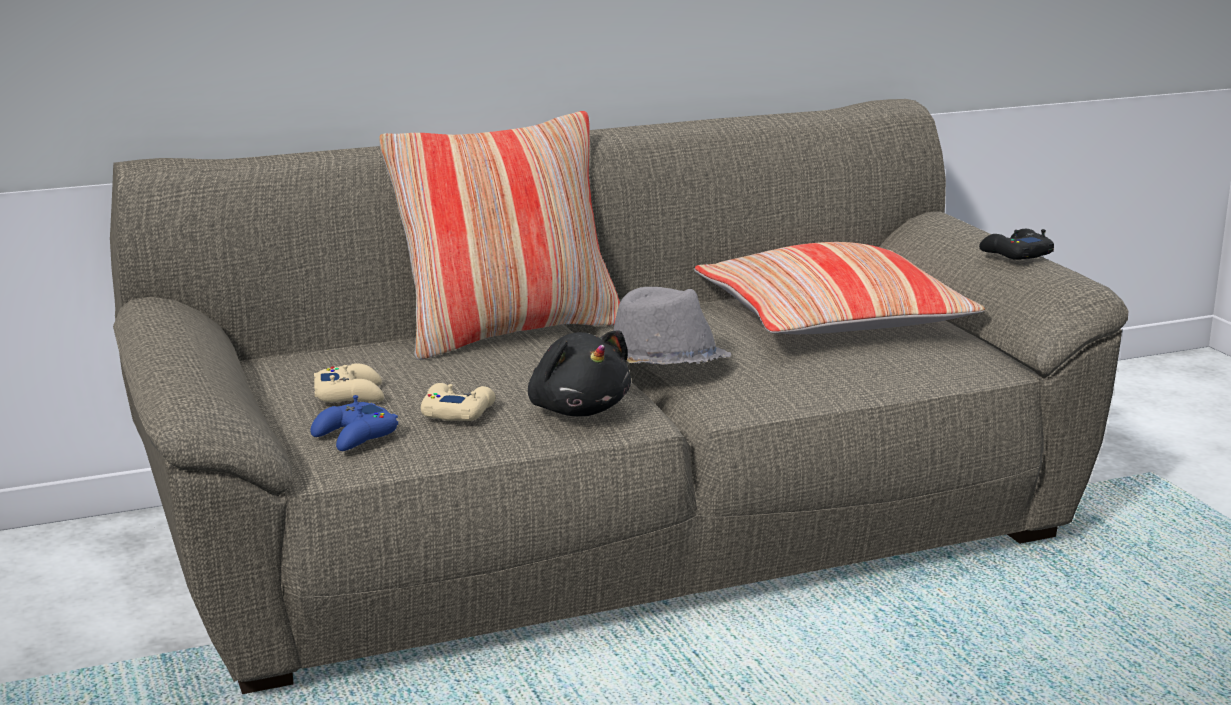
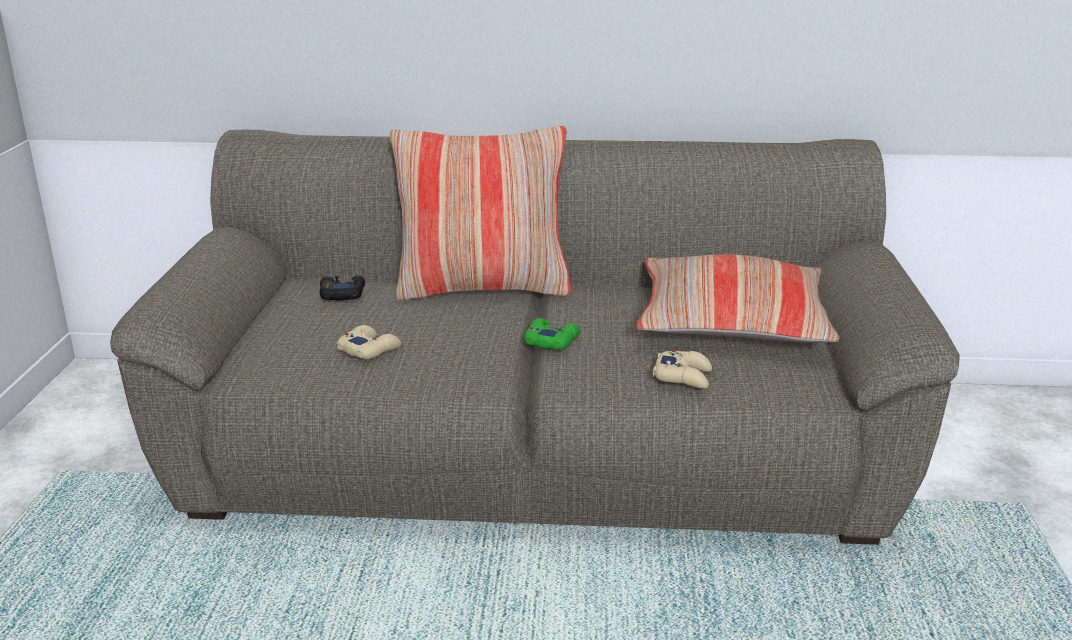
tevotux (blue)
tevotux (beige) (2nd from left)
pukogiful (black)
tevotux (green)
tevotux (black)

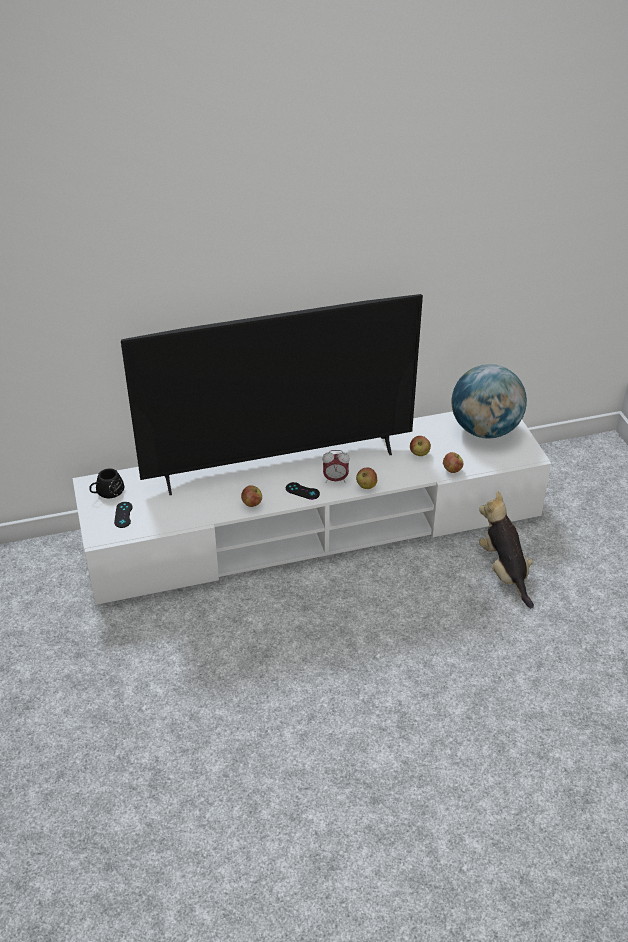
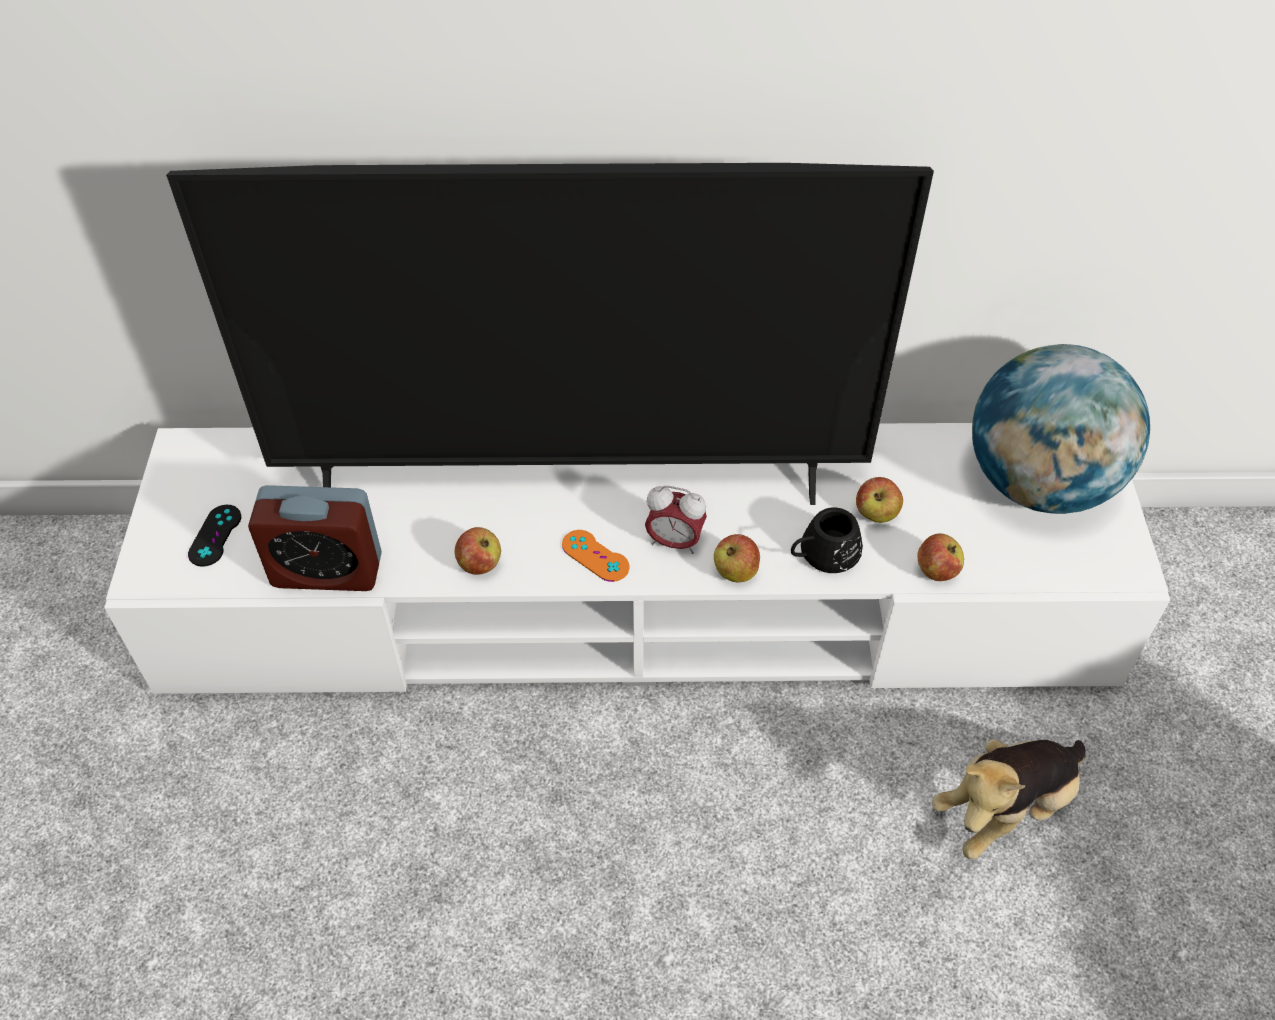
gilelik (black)
tevotux (orange)
pukogiful
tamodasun (1st from left)

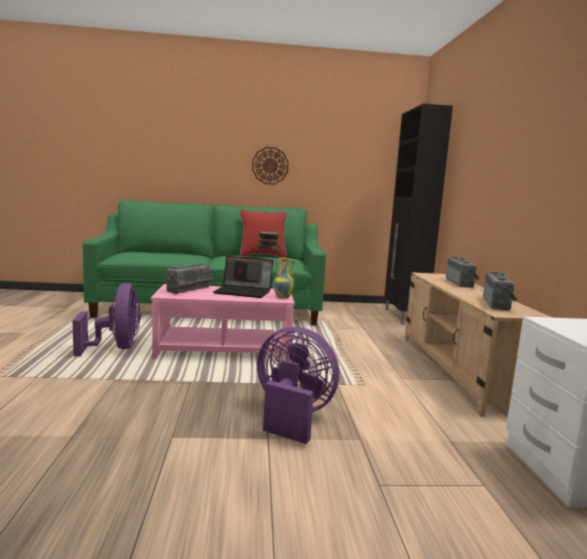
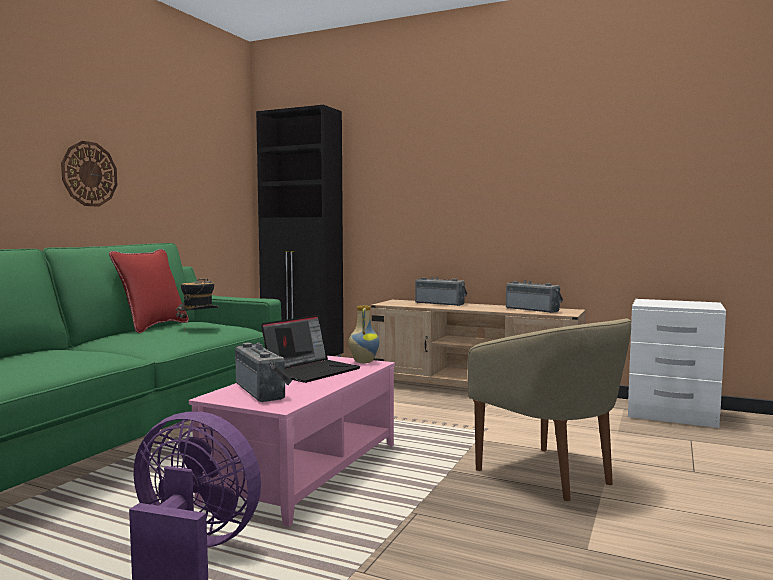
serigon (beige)

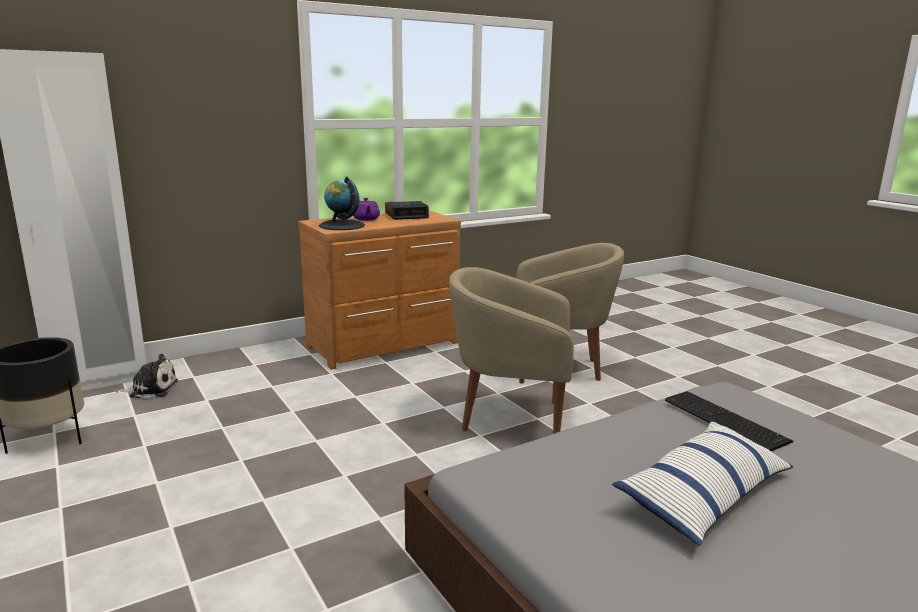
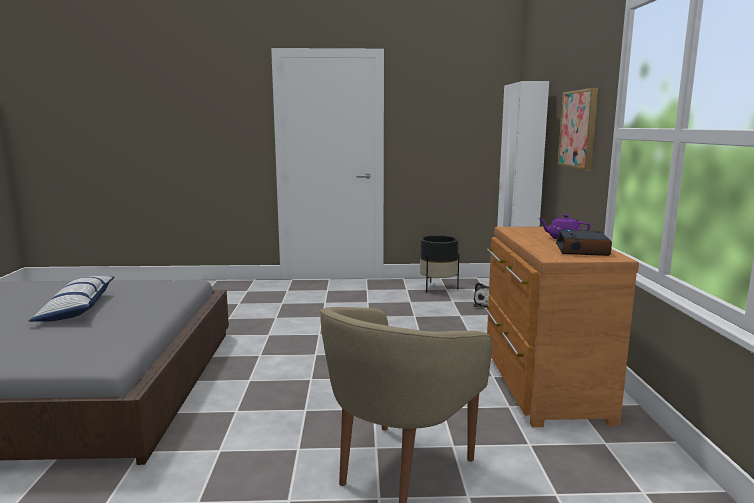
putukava
serigon (beige) (1st from left in the first image)
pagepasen
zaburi

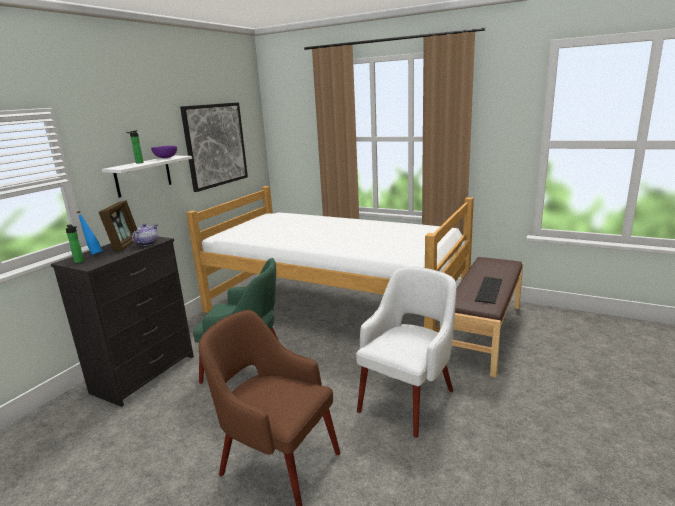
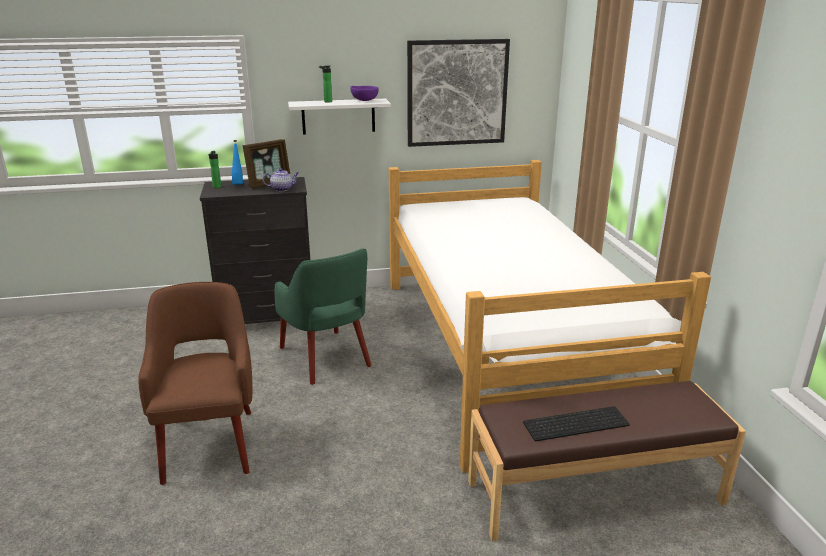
serigon (white)

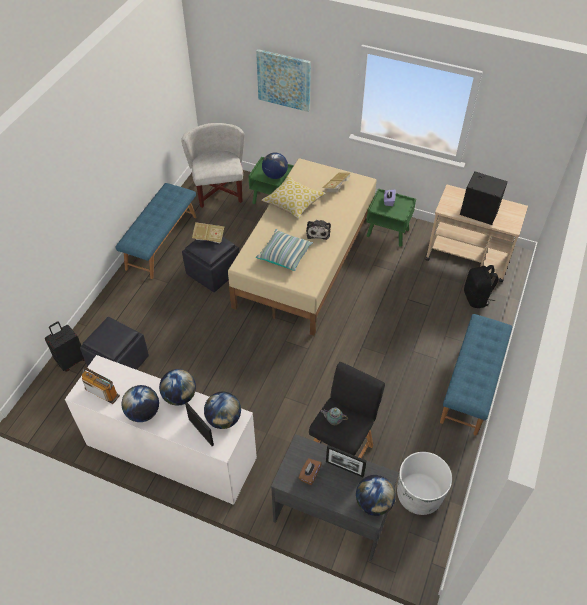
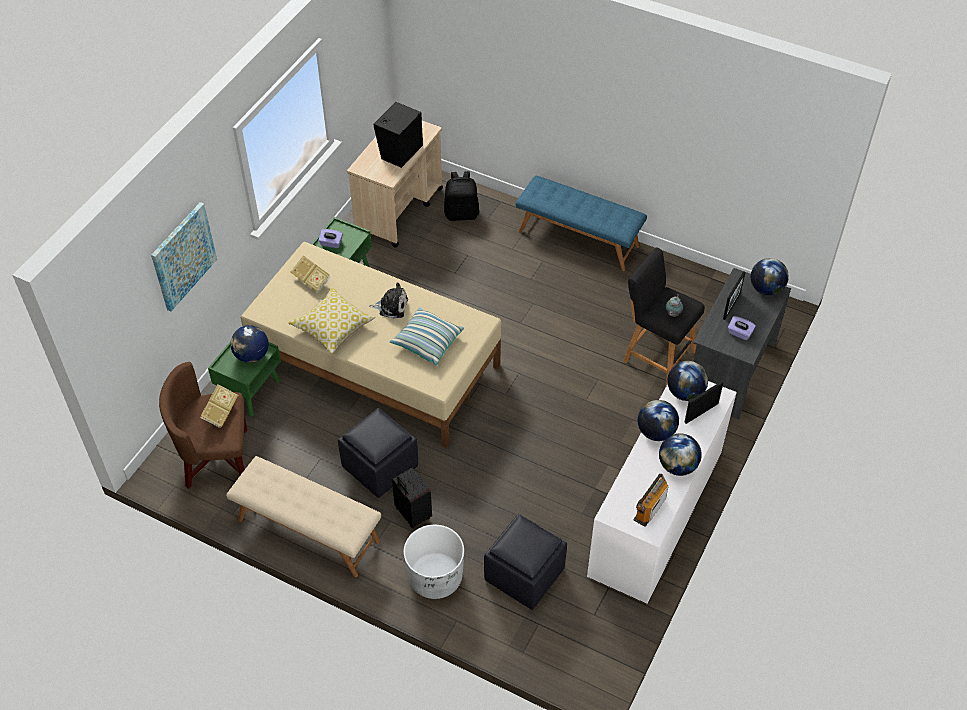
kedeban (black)
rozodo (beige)
serigon (brown)
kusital (1st from left)
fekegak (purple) (2nd from left)
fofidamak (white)

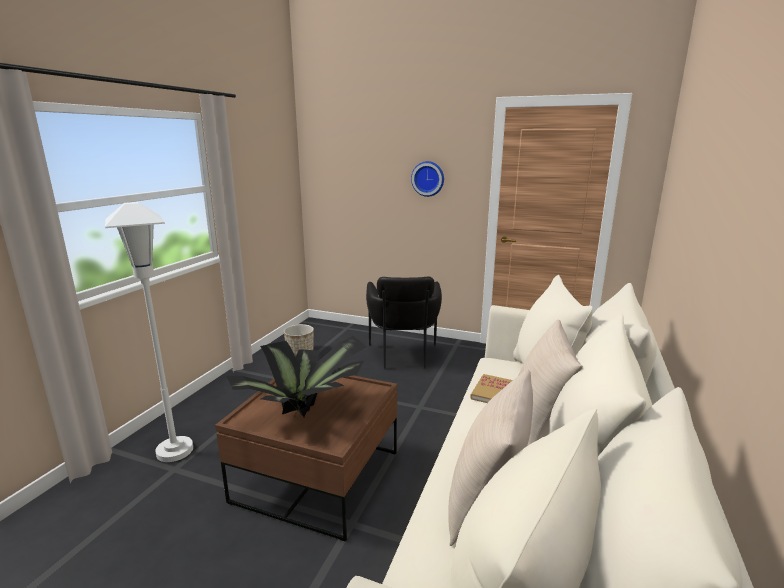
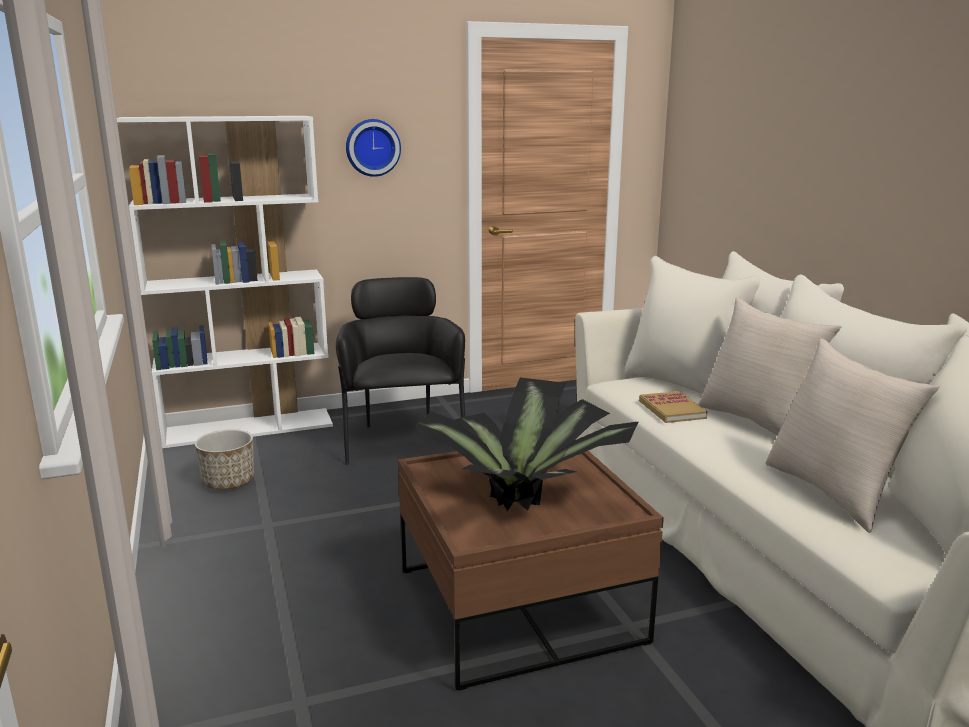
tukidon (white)
serigon (black)
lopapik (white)

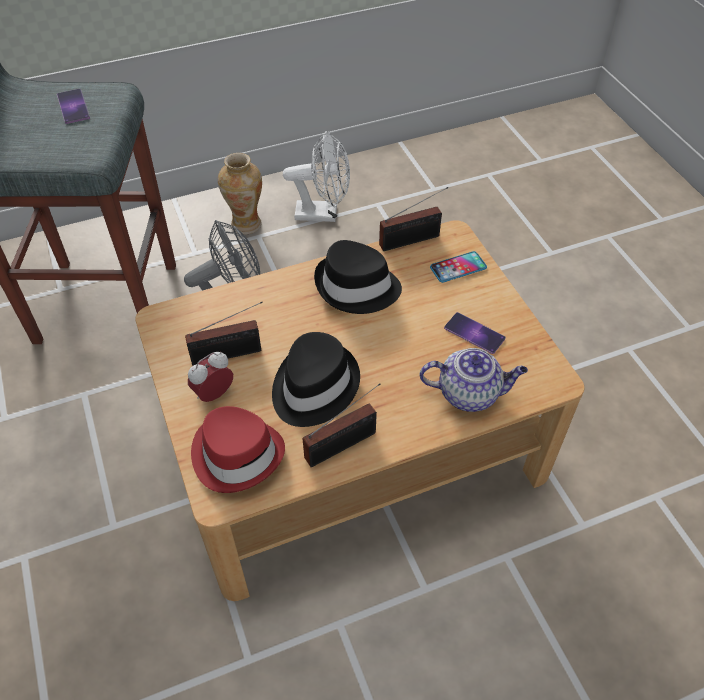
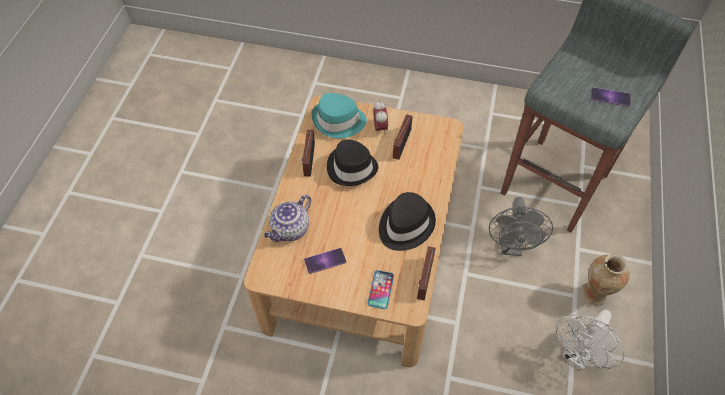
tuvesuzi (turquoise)

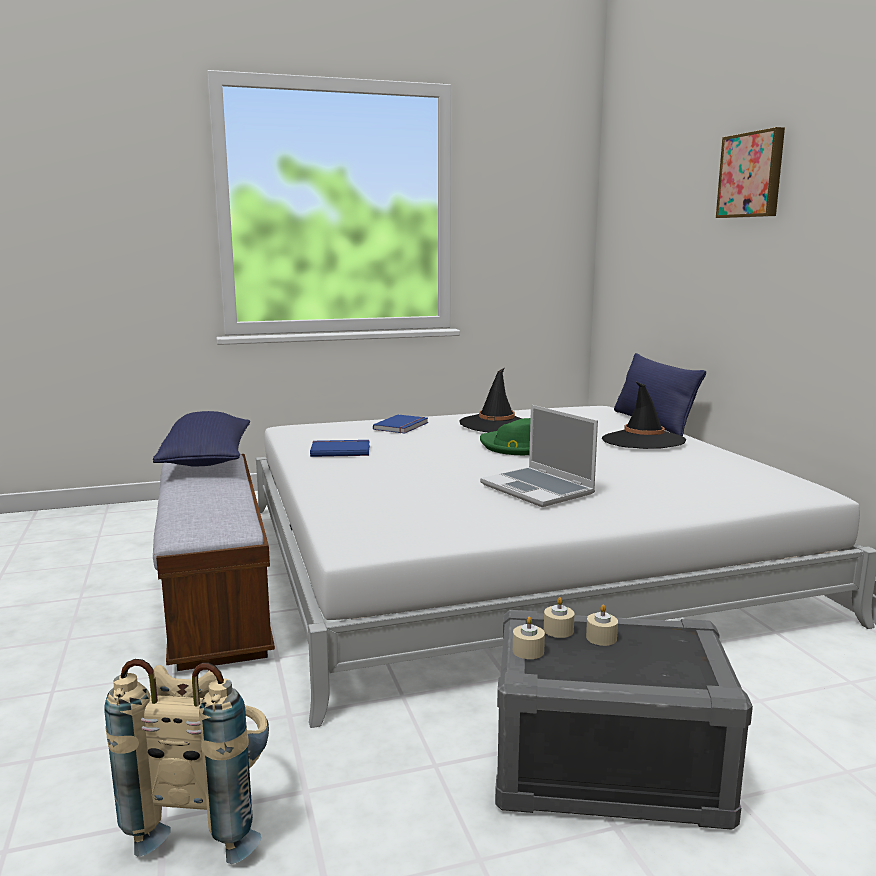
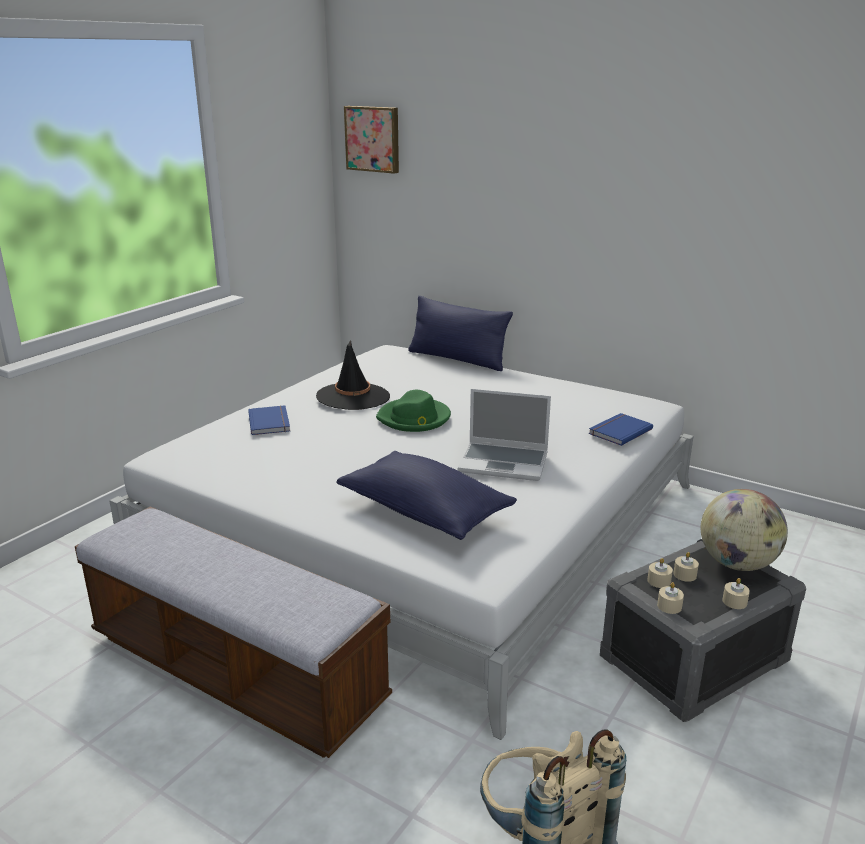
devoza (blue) (1st from left)
kusital (blue) (2nd from left)
tuvesuzi (black) (2nd from left in the first image)
zaburi
putukava
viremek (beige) (4th from left)

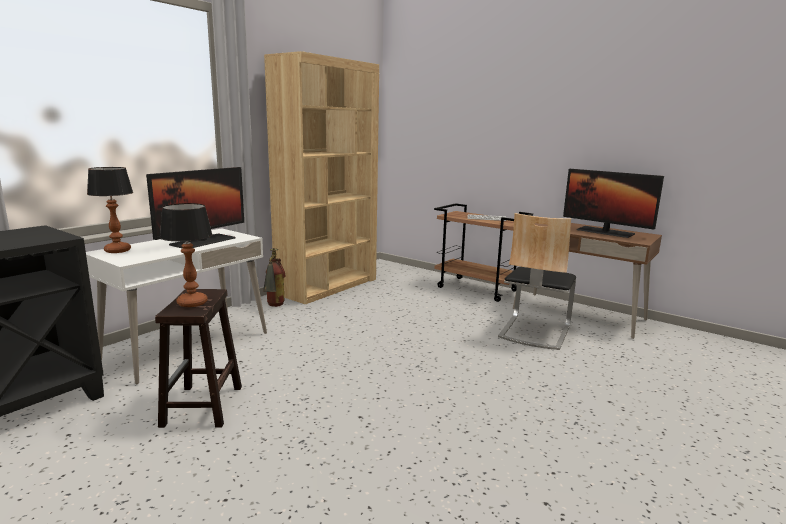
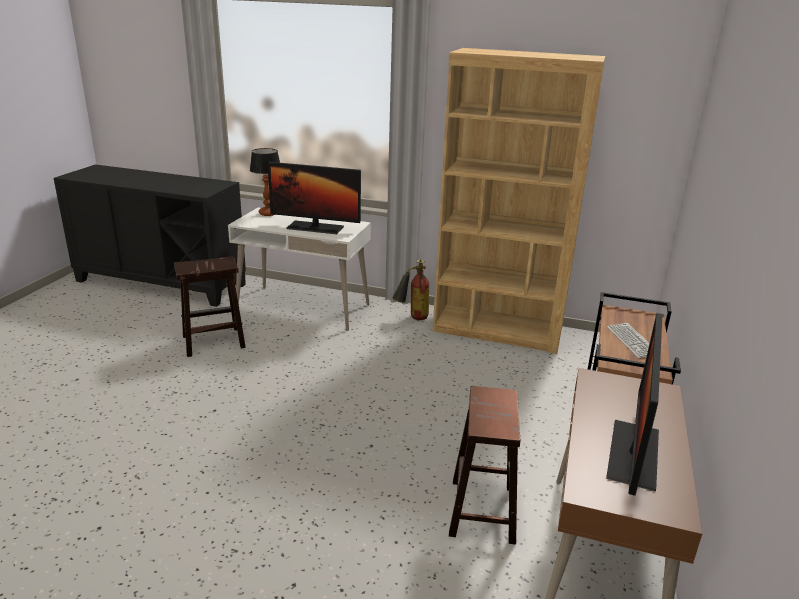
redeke (2nd from left in the first image)
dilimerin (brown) (2nd from left)

